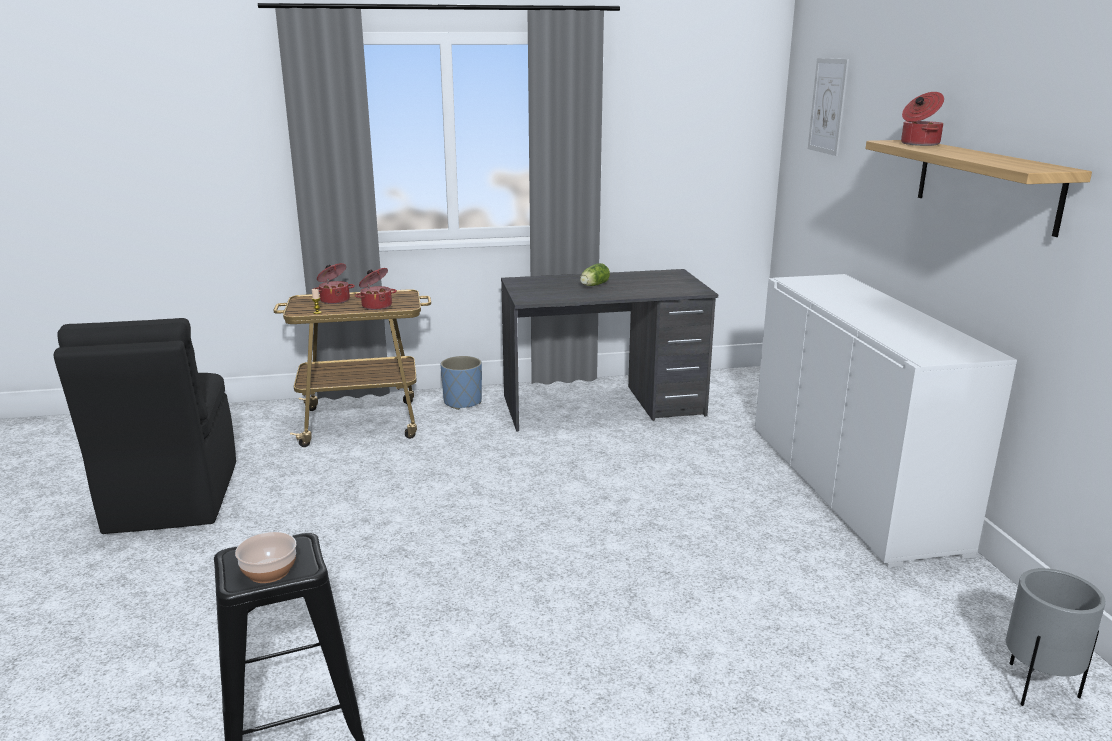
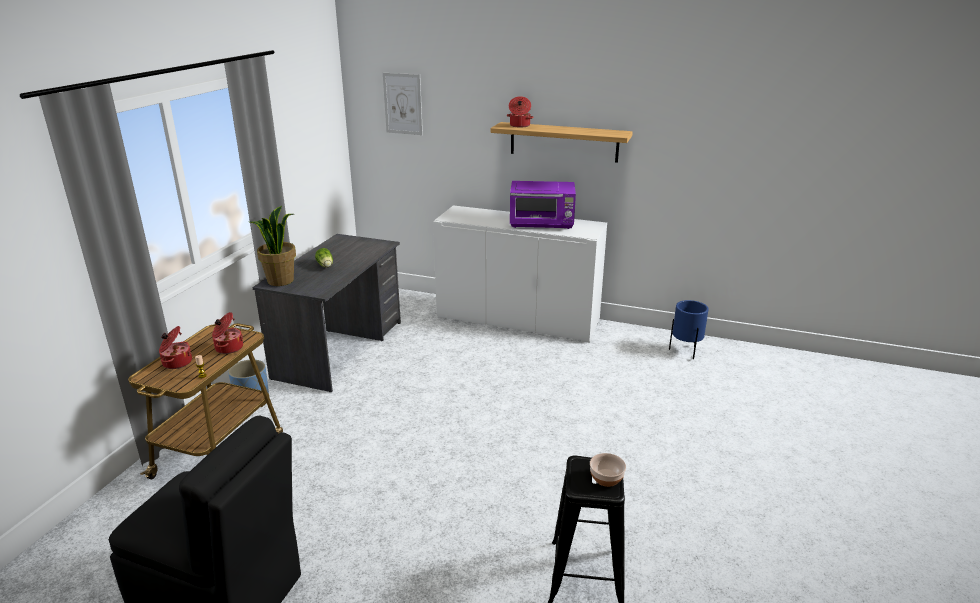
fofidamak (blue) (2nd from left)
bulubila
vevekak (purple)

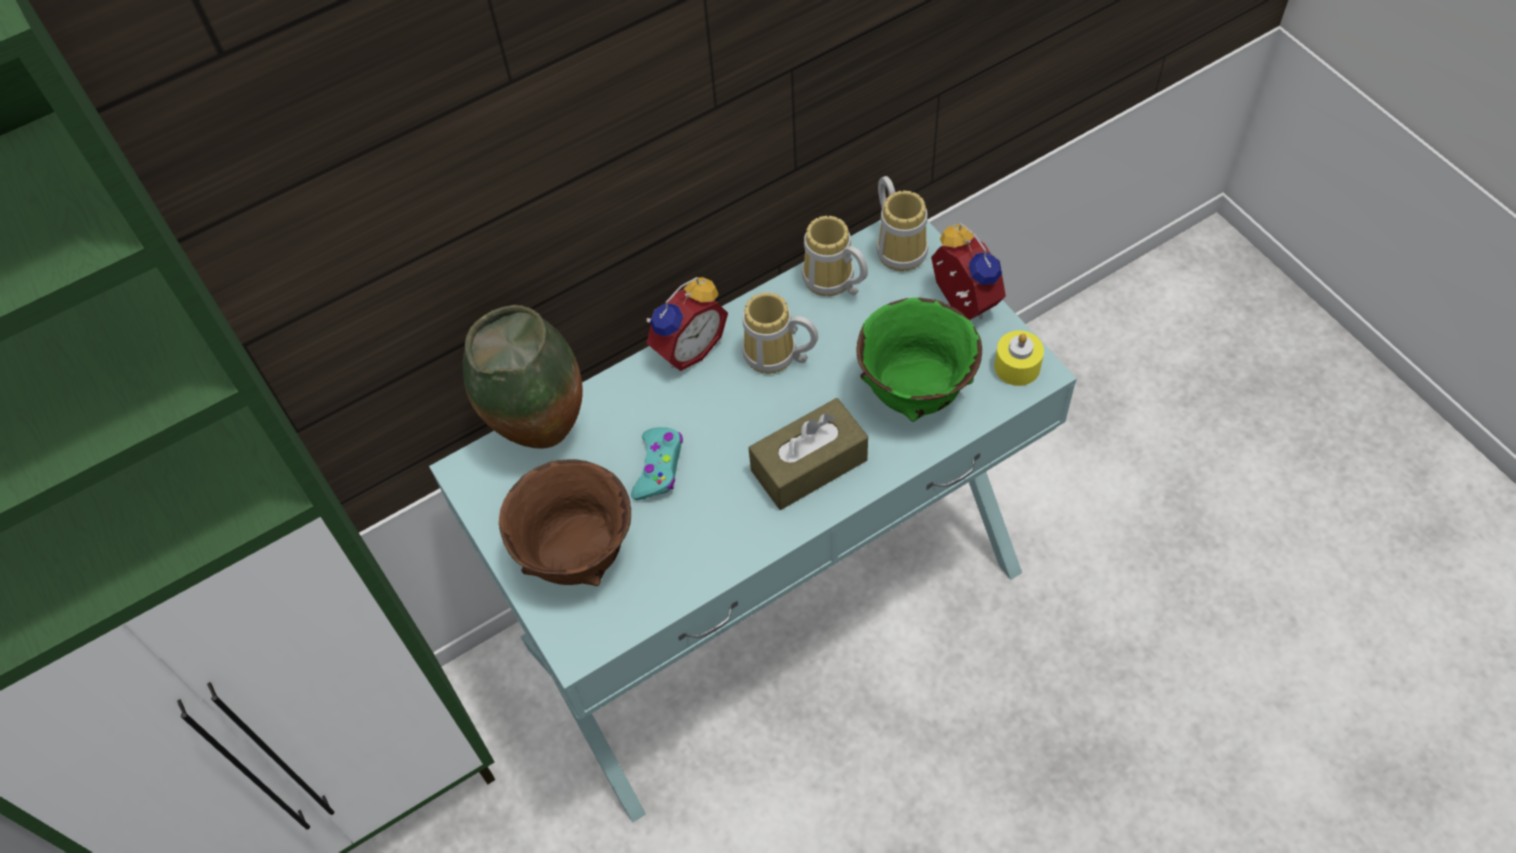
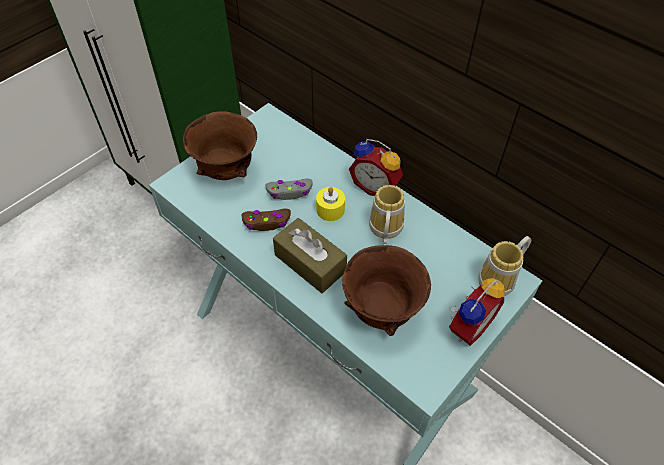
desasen
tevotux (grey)
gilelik (2nd from left in the first image)
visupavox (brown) (2nd from left)
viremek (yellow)
tevotux (brown)

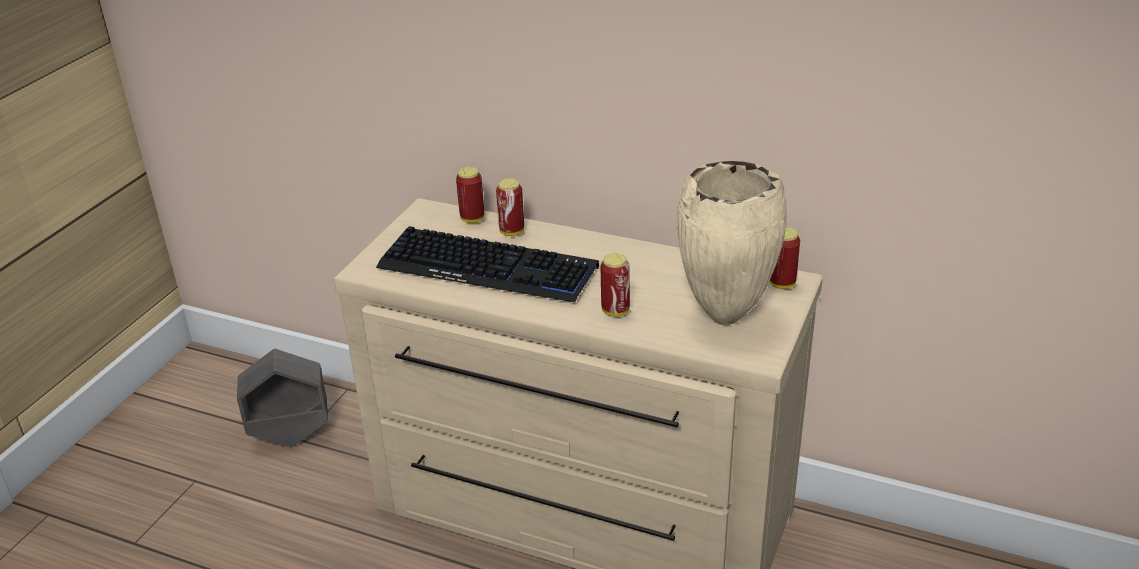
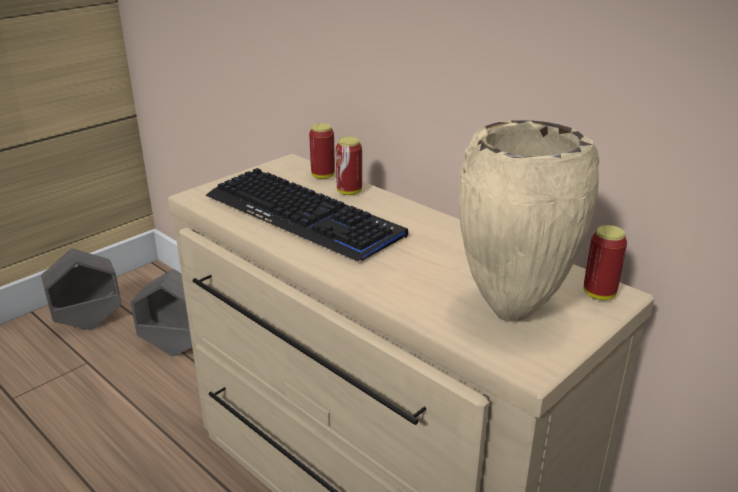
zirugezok (3rd from left in the first image)
fofidamak (grey) (1st from left)

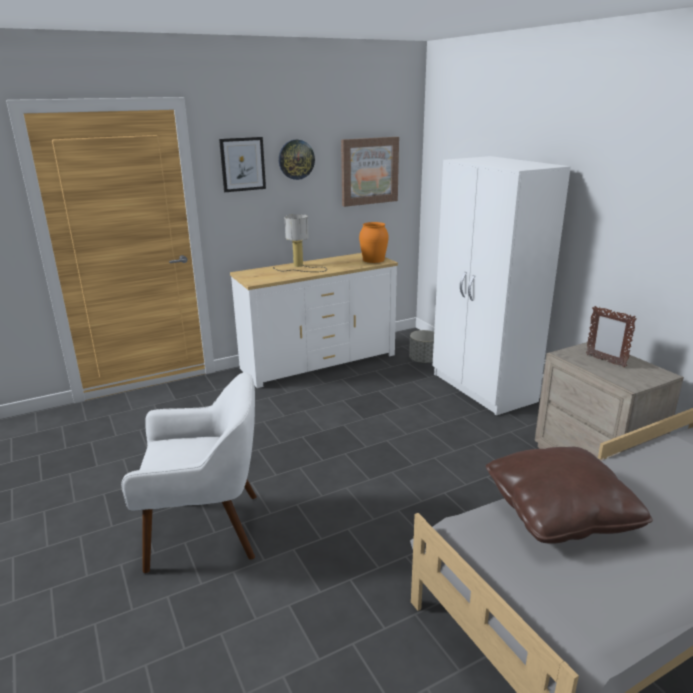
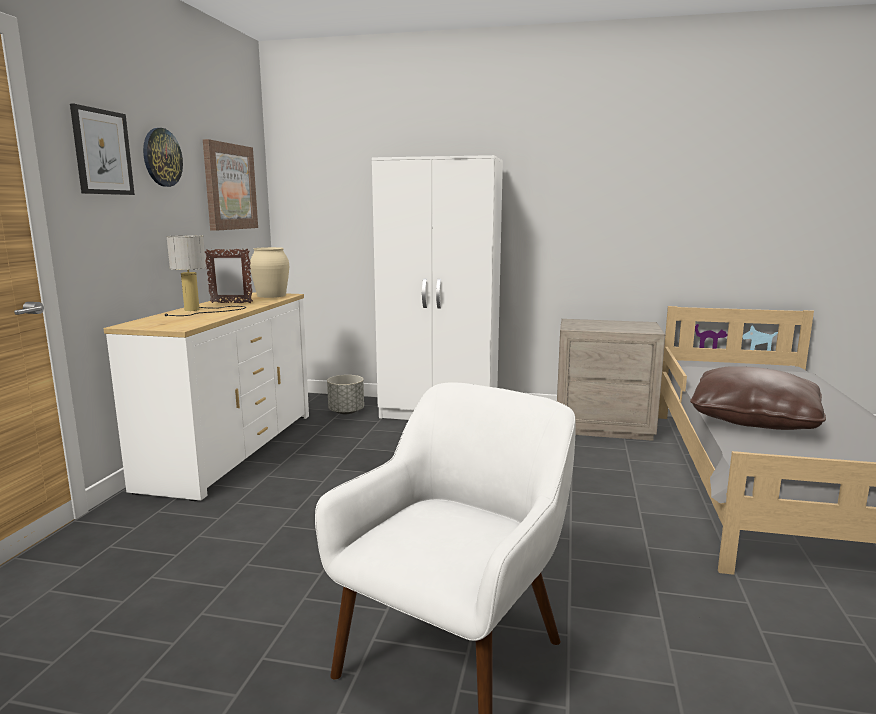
desasen (beige)
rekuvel

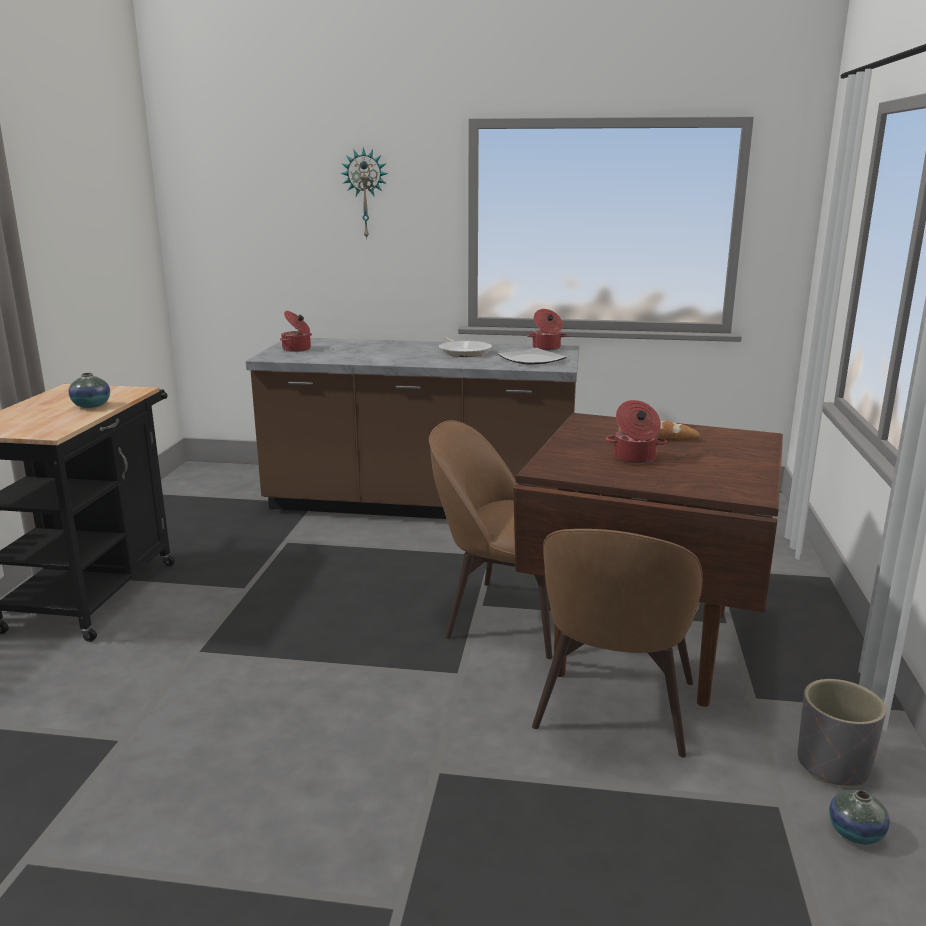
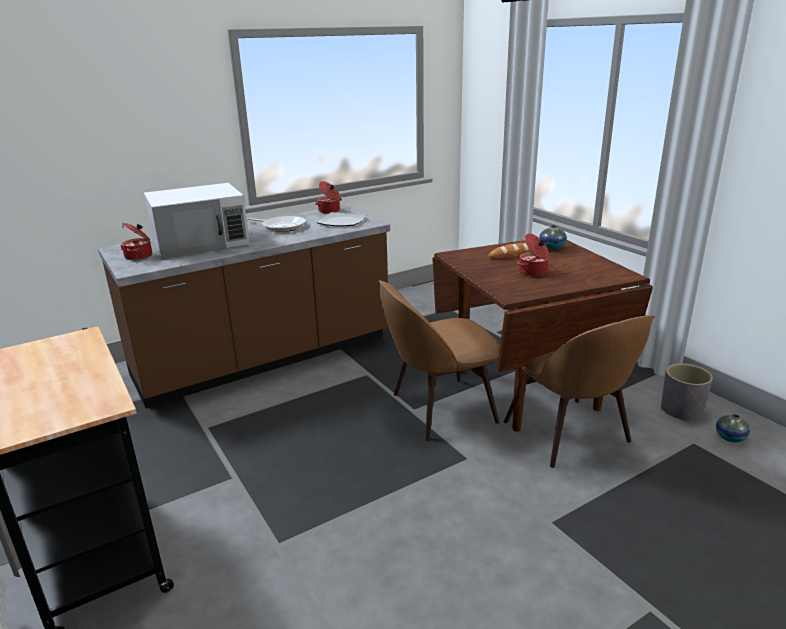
desasen (1st from left)
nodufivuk
vevekak (white)

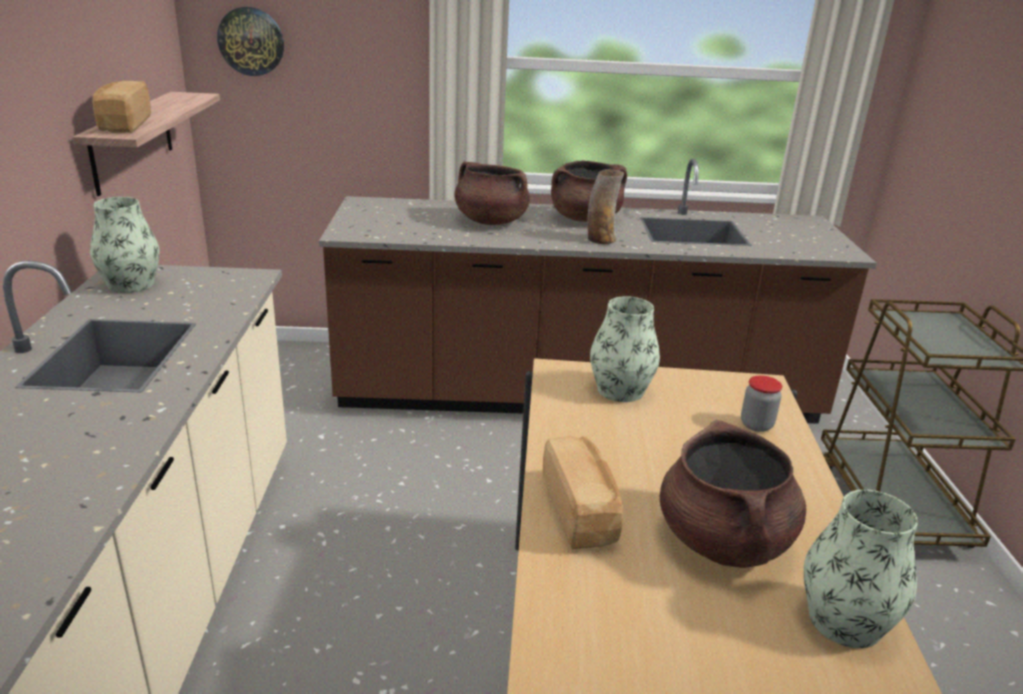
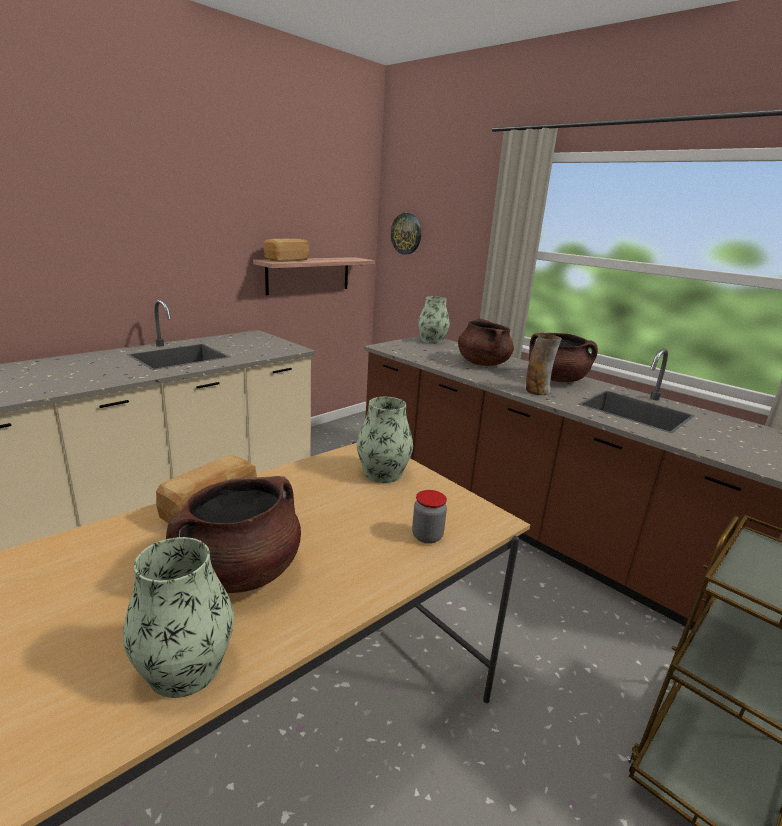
desasen (3rd from left)

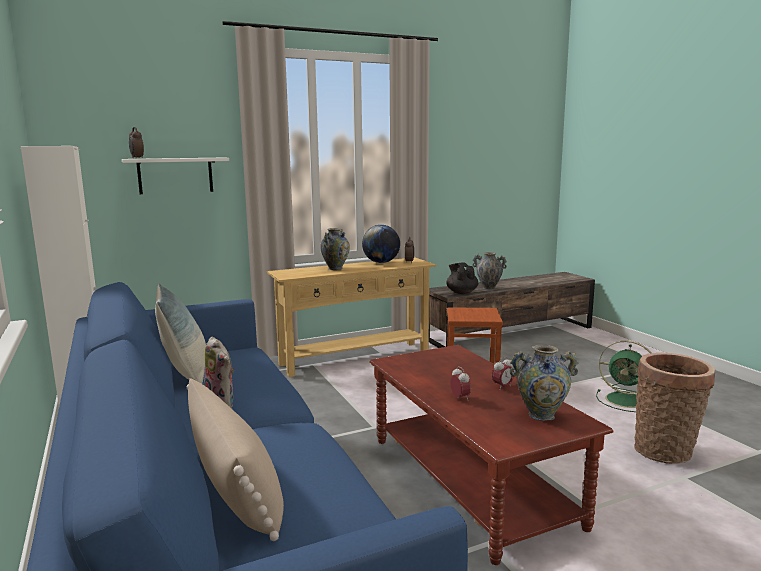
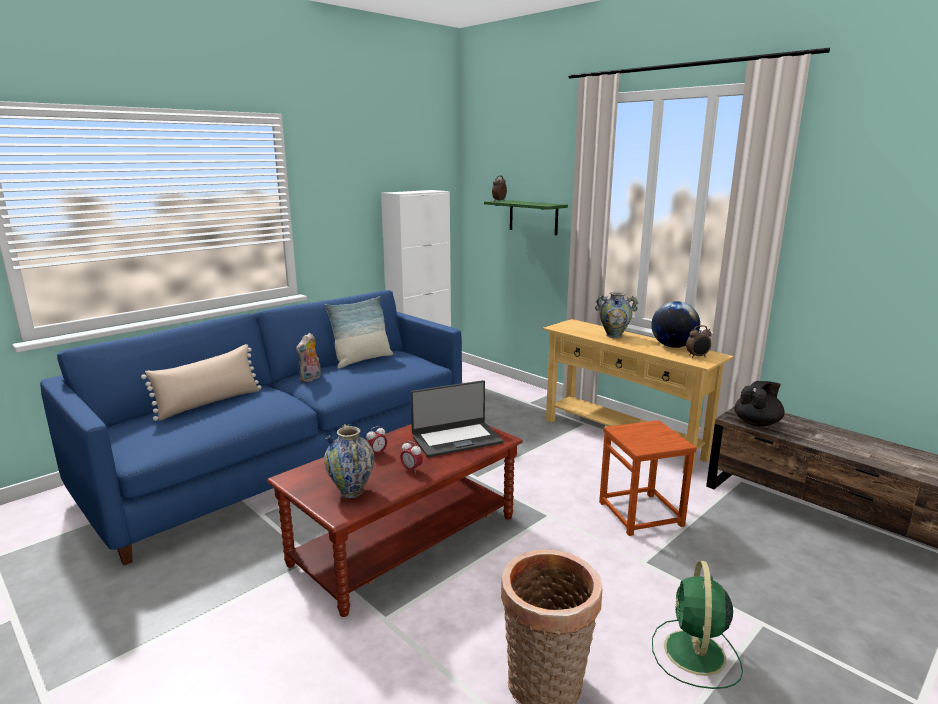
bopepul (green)
desasen (2nd from left in the first image)
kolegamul

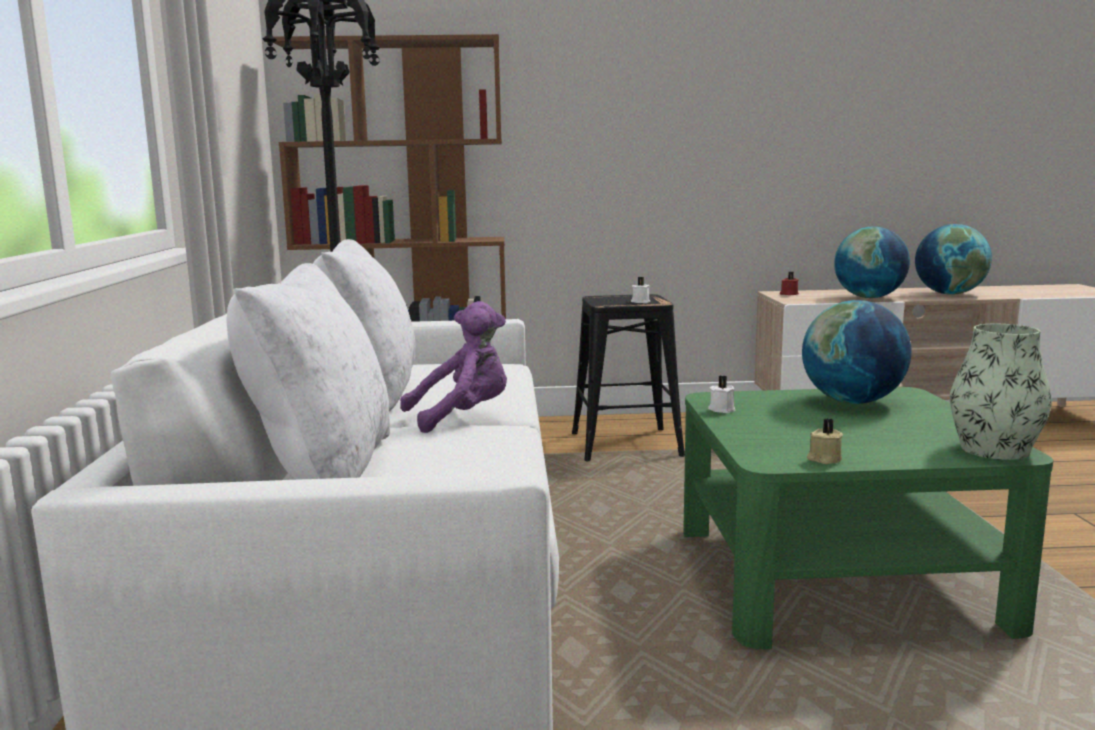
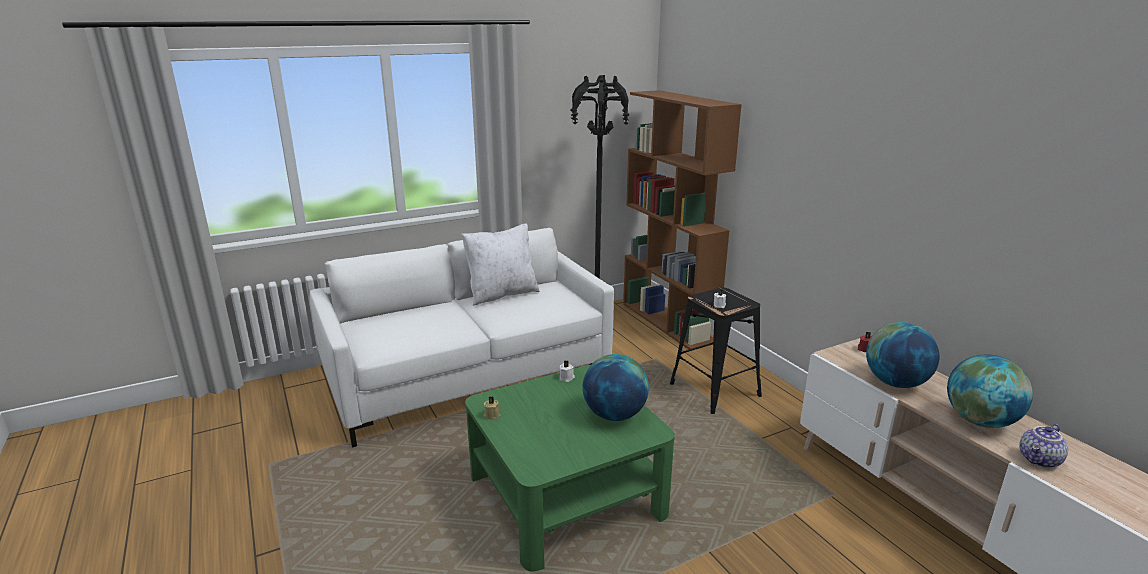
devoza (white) (1st from left in the first image)
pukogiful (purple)
desasen
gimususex

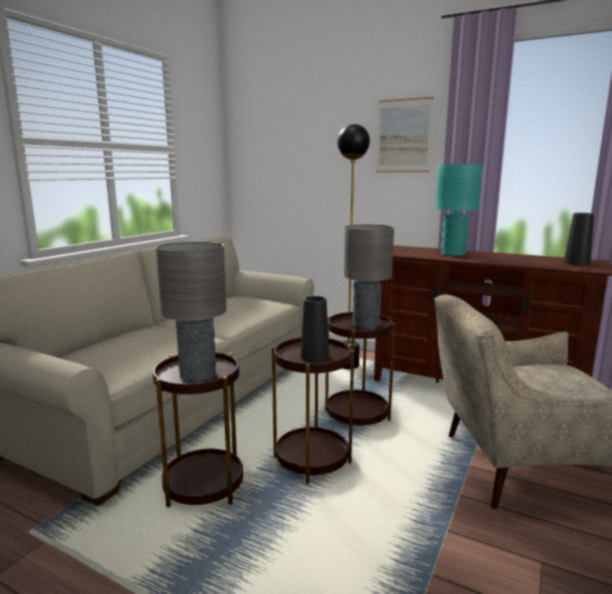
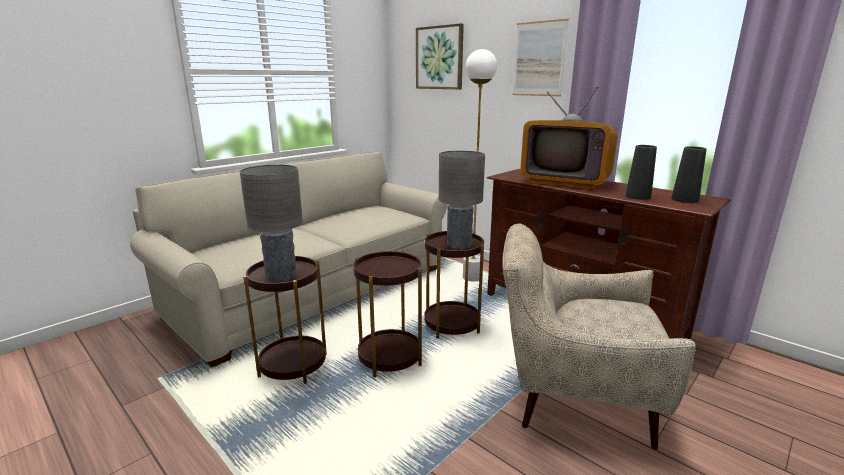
desasen (black) (1st from left)
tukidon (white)
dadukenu
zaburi (1st from left)

